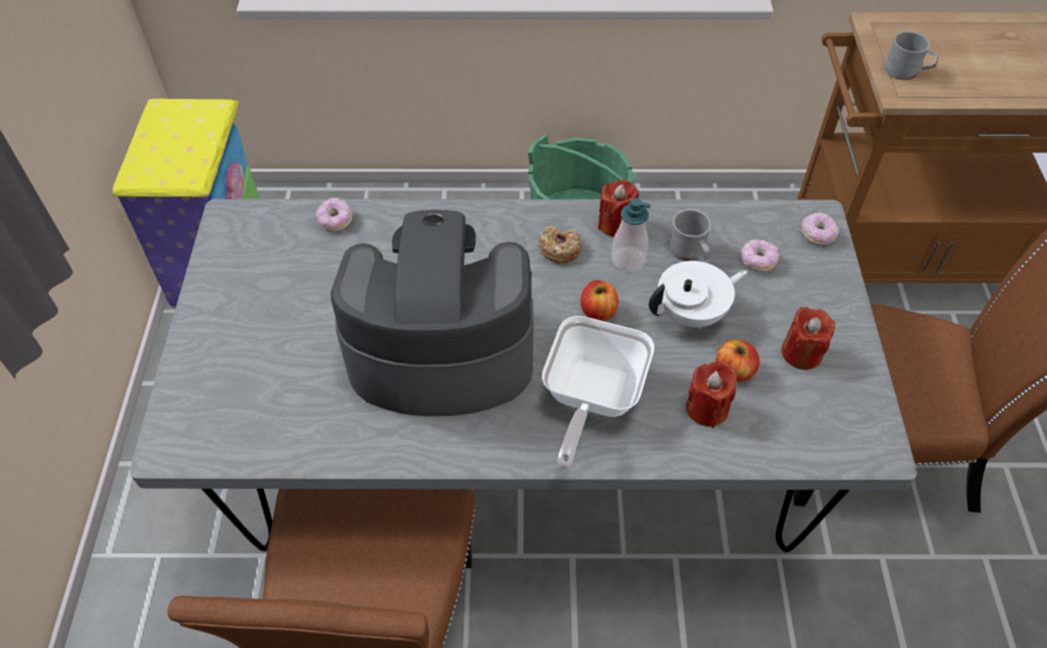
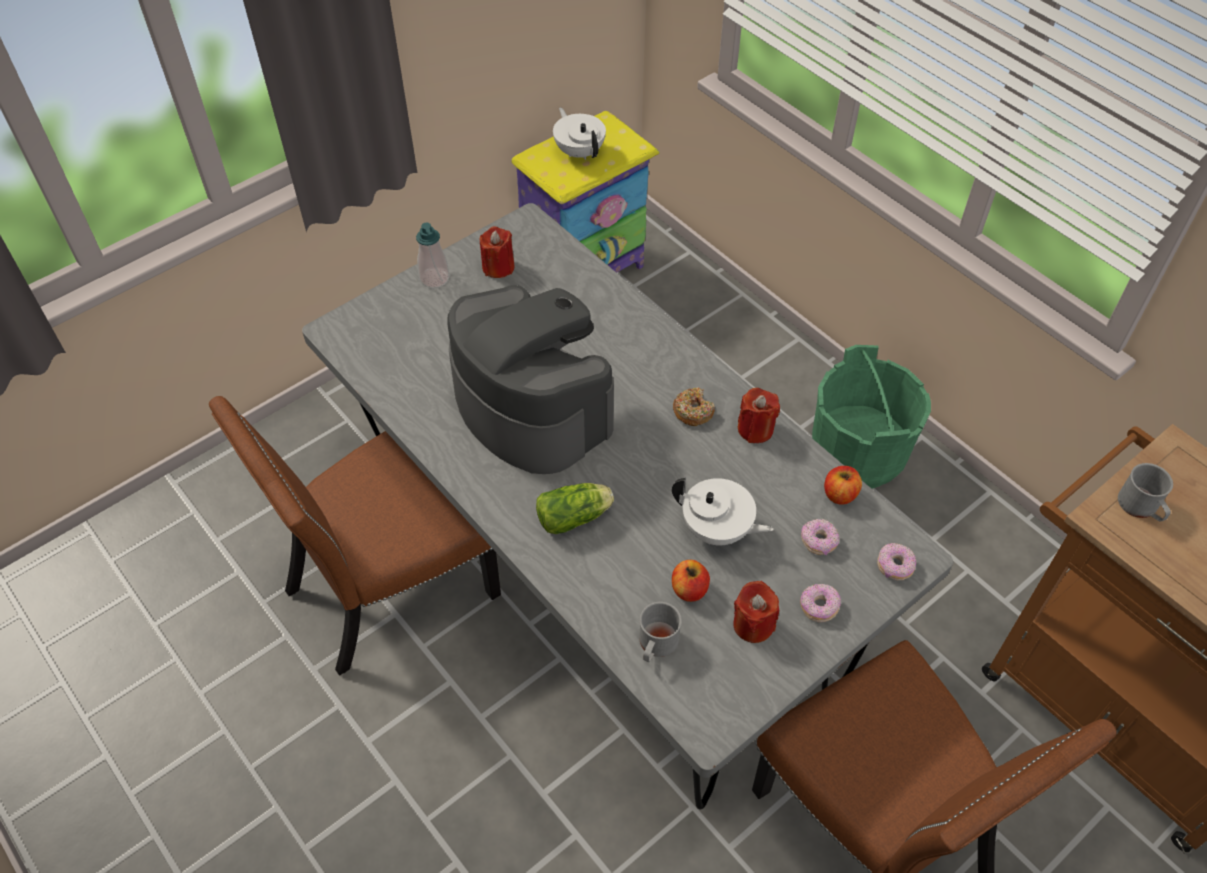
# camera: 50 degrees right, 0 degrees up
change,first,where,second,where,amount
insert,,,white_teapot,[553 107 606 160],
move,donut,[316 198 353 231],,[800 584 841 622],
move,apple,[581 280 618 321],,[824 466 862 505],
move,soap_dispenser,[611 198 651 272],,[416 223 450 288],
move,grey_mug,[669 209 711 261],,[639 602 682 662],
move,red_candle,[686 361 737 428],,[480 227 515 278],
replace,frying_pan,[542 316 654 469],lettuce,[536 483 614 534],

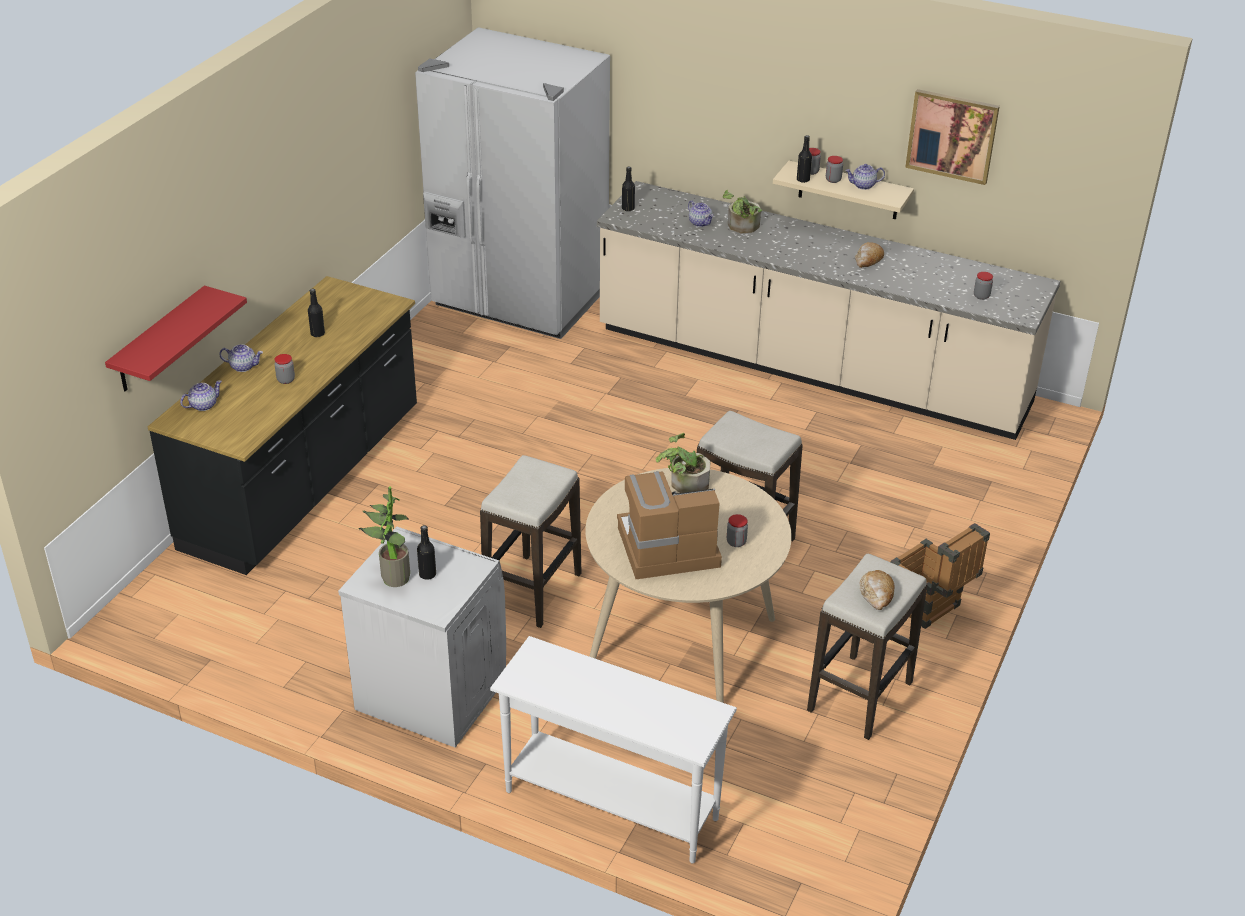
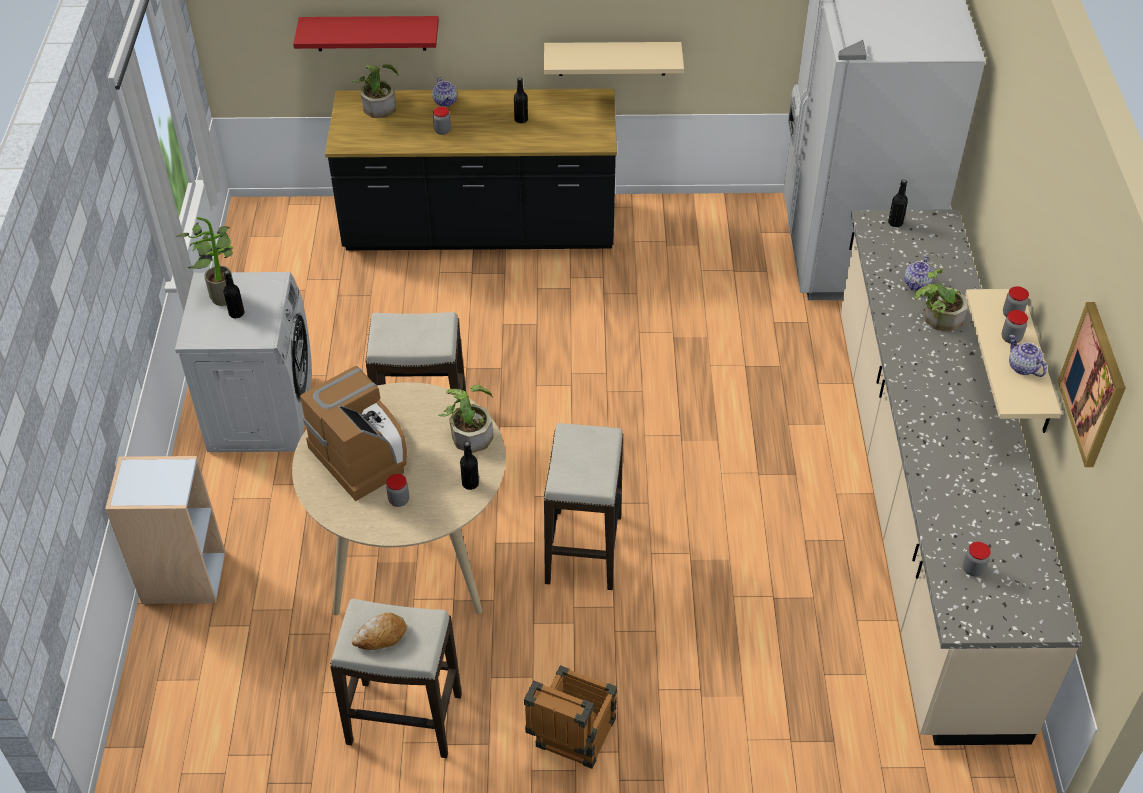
# camera: 65 degrees right, 10 degrees up
change,first,where,second,where,amount
delete,bread,[855 242 884 268],,,
insert,,,beige_shelf,[544 42 684 76],
move,black_bottle,[797 135 812 182],,[460 441 479 490],
replace,teapot,[180 380 222 411],potted_plant,[352 64 399 118],
replace,white_console_table,[490 636 737 864],bookcase,[105 456 225 604],

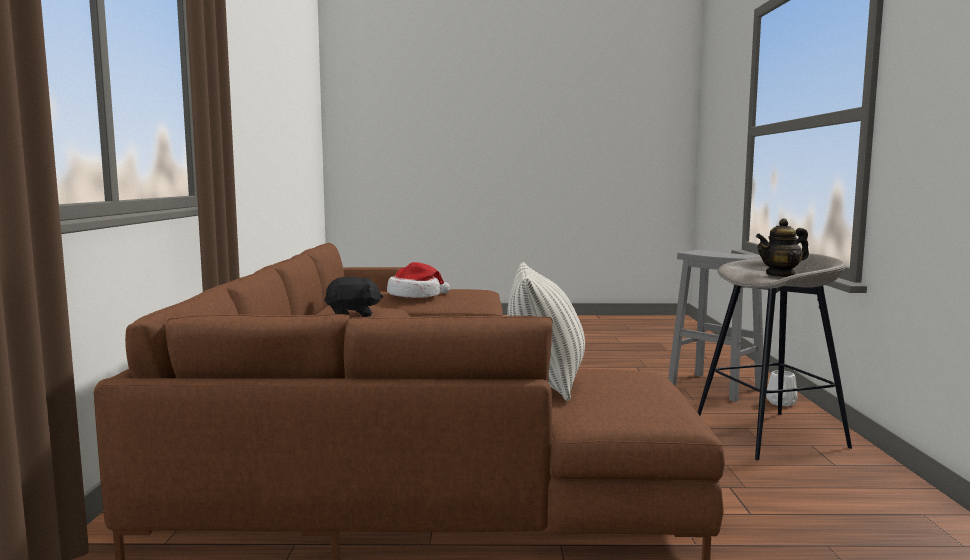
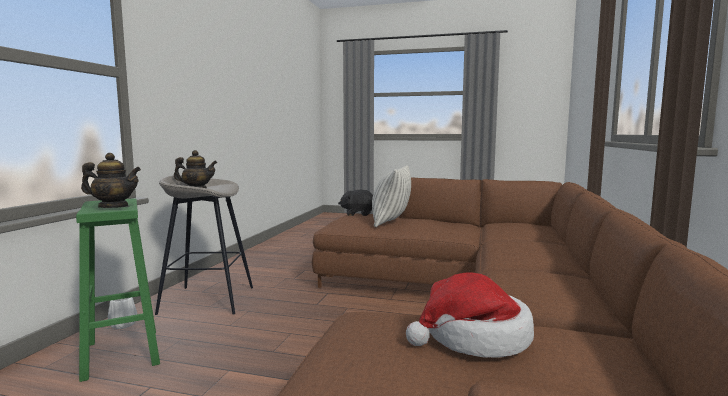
# camera: 165 degrees left, 0 degrees up
change,first,where,second,where,amount
insert,,,teapot,[81 153 141 208],
move,black_plush_toy,[324 277 383 317],,[338 190 373 216],
recolor,grey_stool,[668 250 763 402],green_stool,[76 198 160 382],

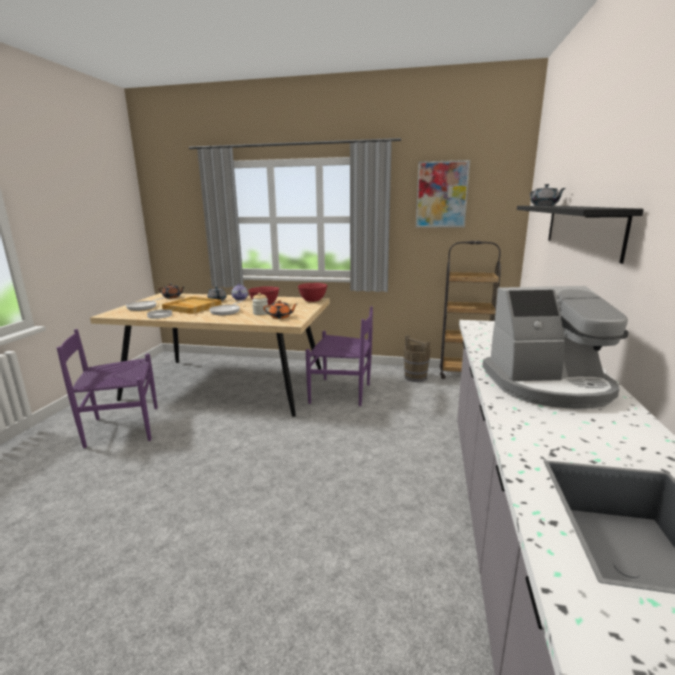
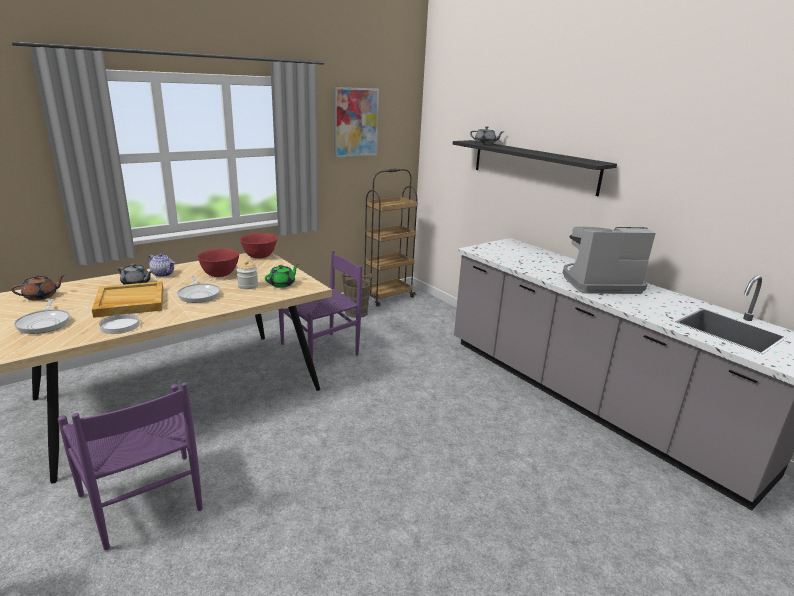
# camera: 50 degrees left, 5 degrees up
change,first,where,second,where,amount
recolor,orange_teapot,[263 300 297 319],green_teapot,[265 264 299 288],
rotate,purple_chair,[57 329 158 448],,[58 383 203 550],60 degrees counterclockwise
rotate,coffee_machine,[482 286 628 409],,[562 227 656 294],135 degrees counterclockwise

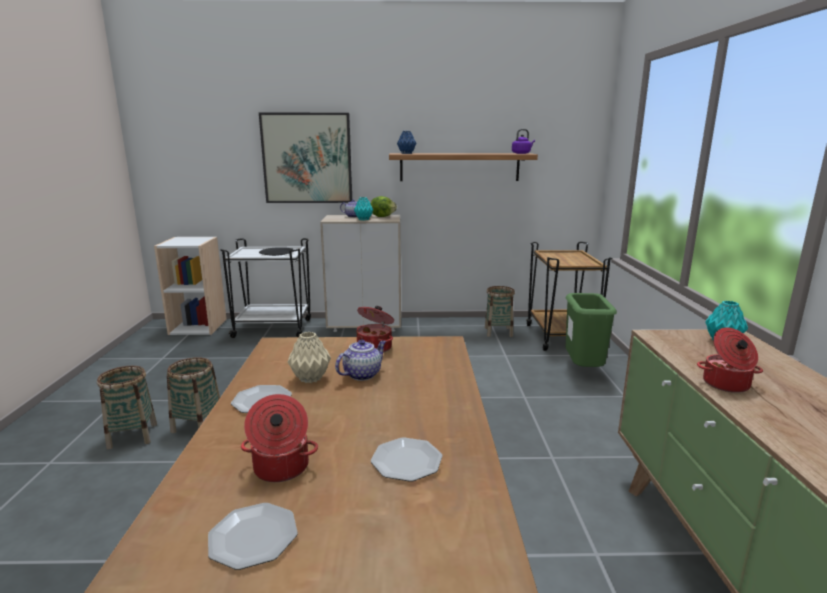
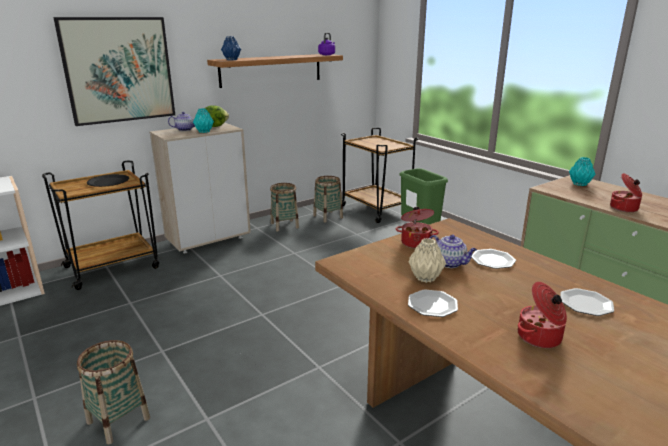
# camera: 35 degrees left, 5 degrees up
change,first,where,second,where,amount
move,basket,[167 357 220 433],,[270 183 299 232],
move,plate,[208 503 298 570],,[471 249 516 269],
recolor,white_cart,[220 238 311 338],brown_cart,[42 161 159 290],
rotate,teapot,[335 339 386 381],,[429 235 477 268],120 degrees clockwise

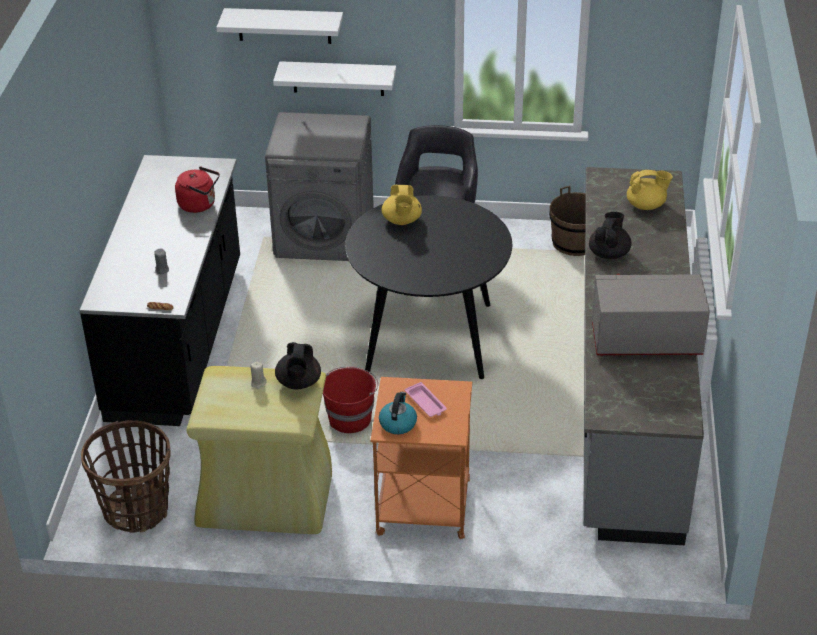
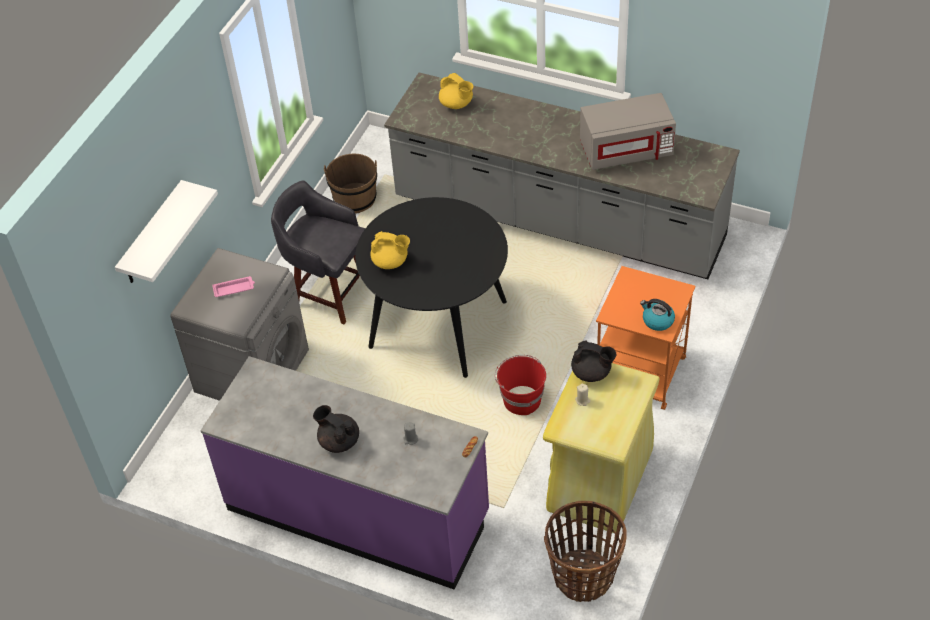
# camera: 70 degrees left, 10 degrees up
change,first,where,second,where,amount
delete,red_kettle,[175 166 220 213],,,
delete,white_shelf,[273 61 396 96],,,
move,pink_tray,[405 382 447 417],,[212 276 255 297],
move,black_teapot,[589 212 631 259],,[313 405 359 453],
recolor,black_counter,[79 155 240 426],purple_counter,[201 356 489 590],
rotate,grey_microwave,[592 273 710 356],,[580 93 676 170],120 degrees counterclockwise
rotate,yellow_teapot,[627 170 673 210],,[439 73 473 109],120 degrees clockwise

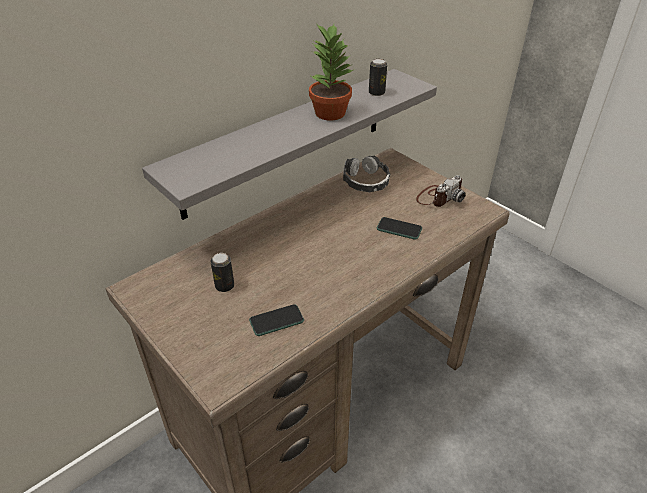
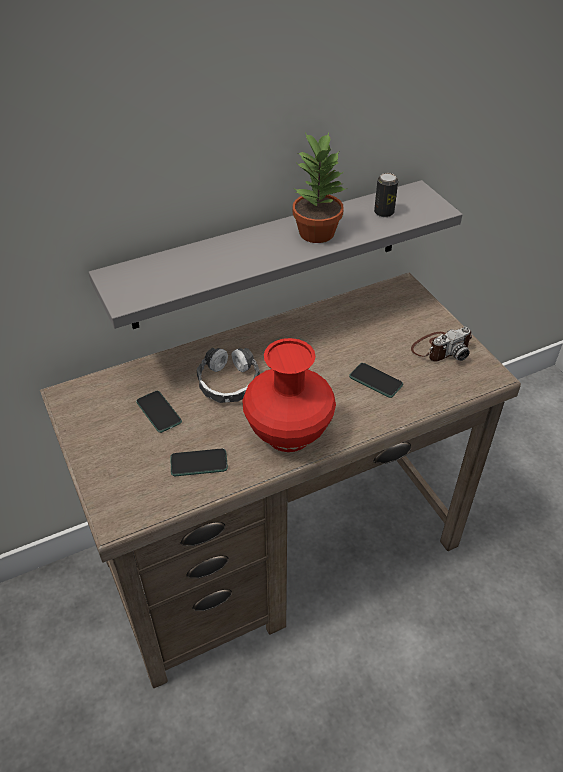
# camera: 15 degrees right, 5 degrees up
change,first,where,second,where,amount
insert,,,red_vase,[242 338 336 452],
move,headphones,[343 155 390 192],,[197 348 260 403],
replace,can,[211 253 234 292],phone,[136 391 182 433],

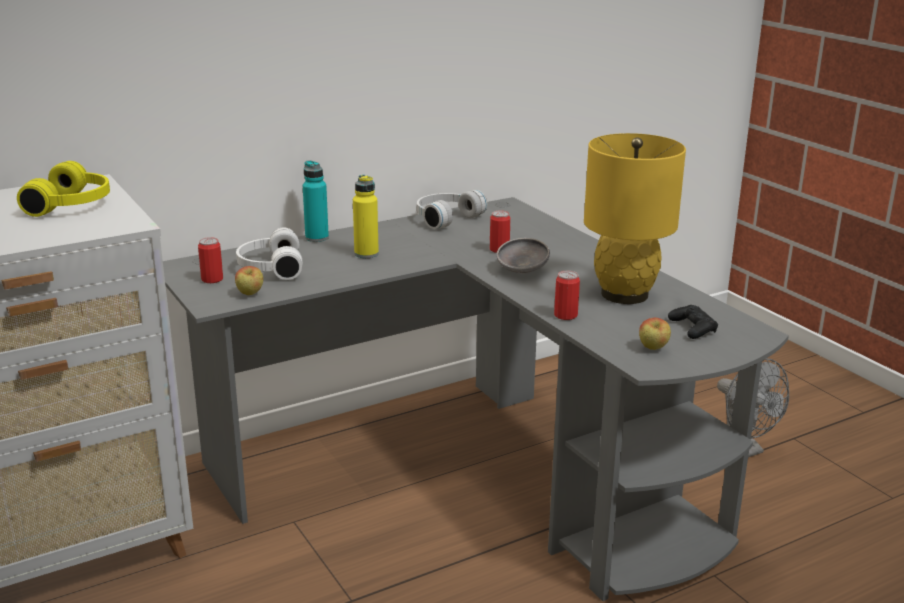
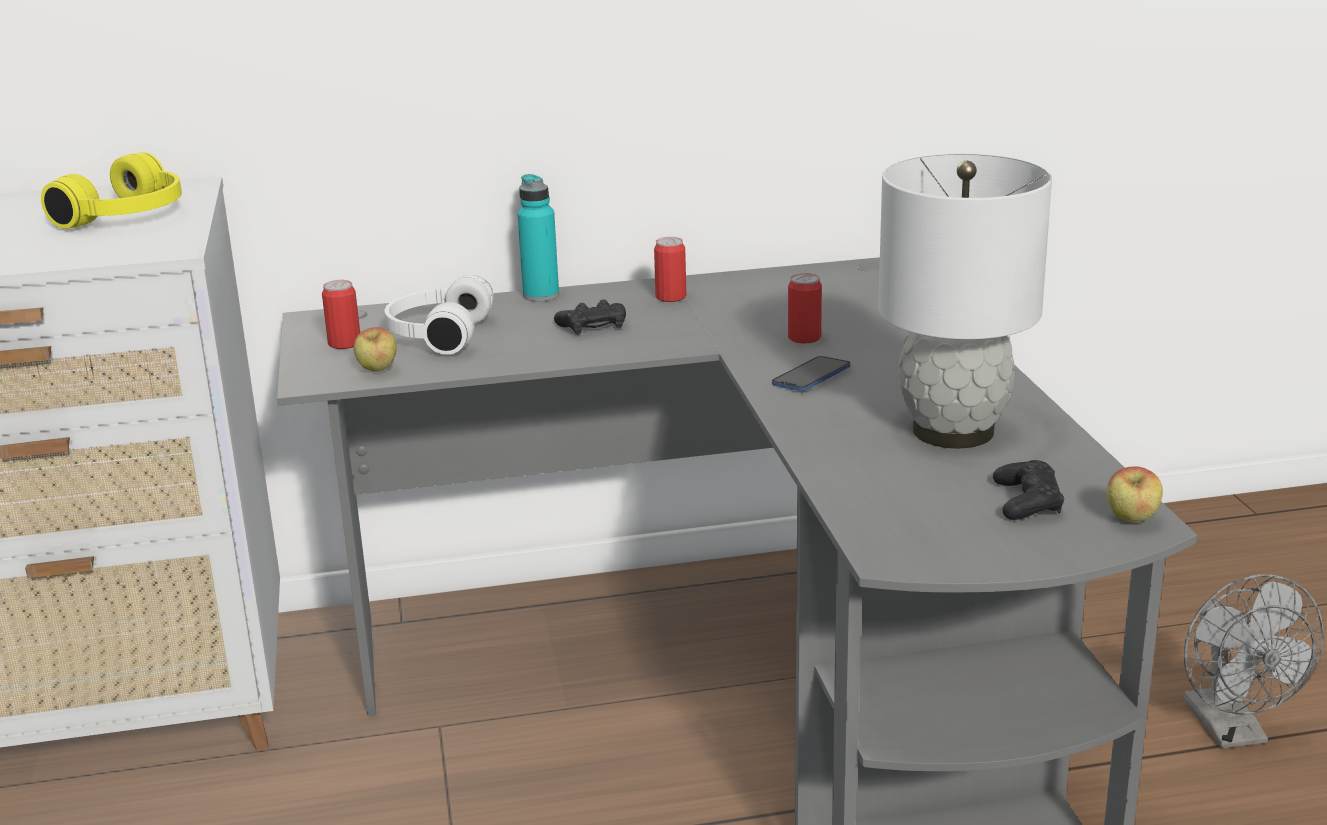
# camera: 20 degrees right, 0 degrees up
change,first,where,second,where,amount
delete,white_headphones,[417 190 487 229],,,
move,can,[554 271 580 320],,[654 237 686 302],
move,apple,[639 318 671 350],,[1106 466 1163 523],
replace,yellow_bottle,[353 175 379 258],black_game_controller,[554 299 626 335],
replace,grey_bowl,[496 238 550 273],phone,[772 356 850 391],
recolor,yellow_table_lamp,[584 133 686 304],white_table_lamp,[878 154 1052 448],

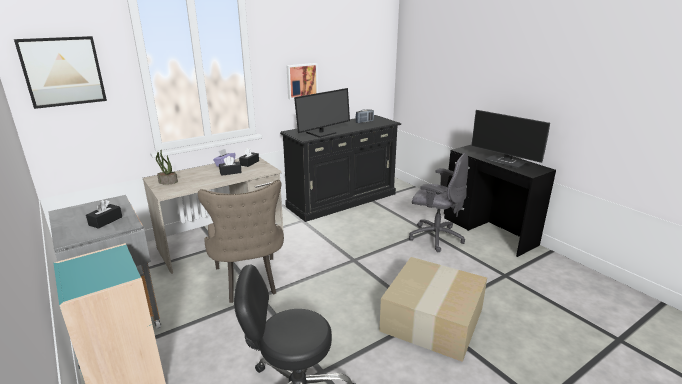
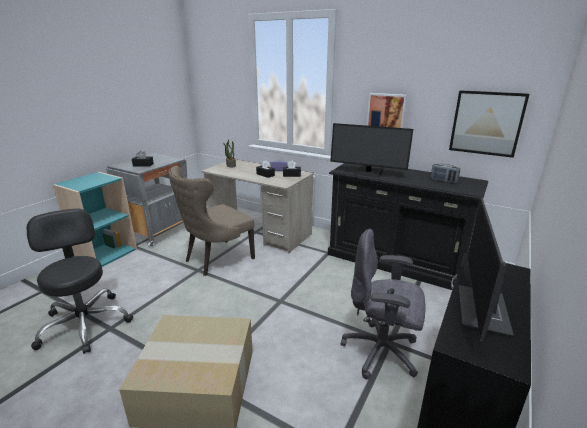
# camera: 65 degrees right, 0 degrees up
change,first,where,second,where,amount
move,picture,[14 36 107 109],,[449 90 529 158],
rotate,grey_office_chair,[409 153 468 252],,[341 229 425 380],105 degrees clockwise

